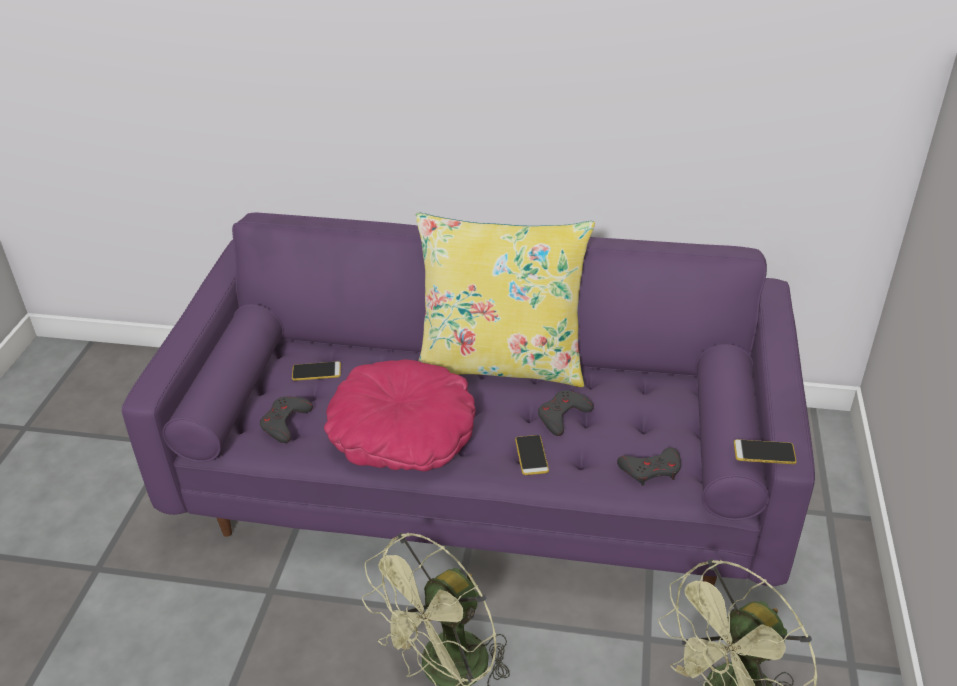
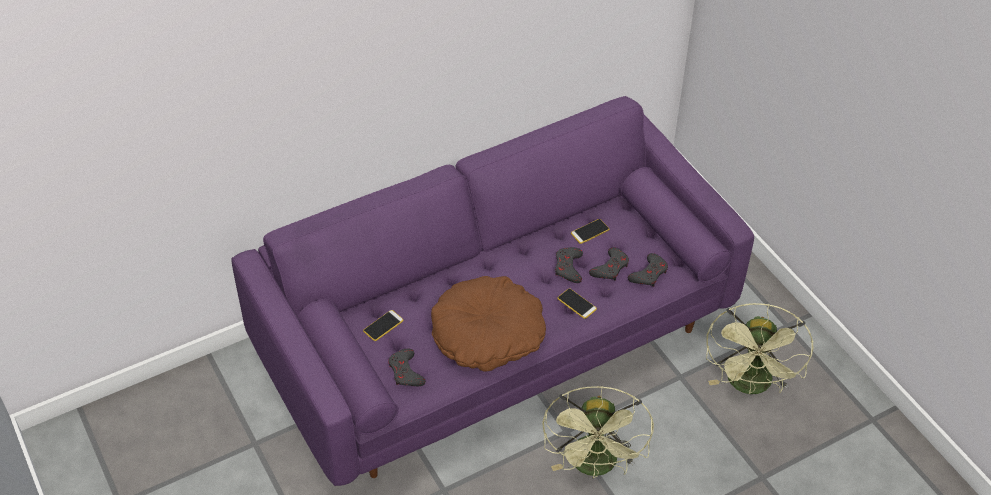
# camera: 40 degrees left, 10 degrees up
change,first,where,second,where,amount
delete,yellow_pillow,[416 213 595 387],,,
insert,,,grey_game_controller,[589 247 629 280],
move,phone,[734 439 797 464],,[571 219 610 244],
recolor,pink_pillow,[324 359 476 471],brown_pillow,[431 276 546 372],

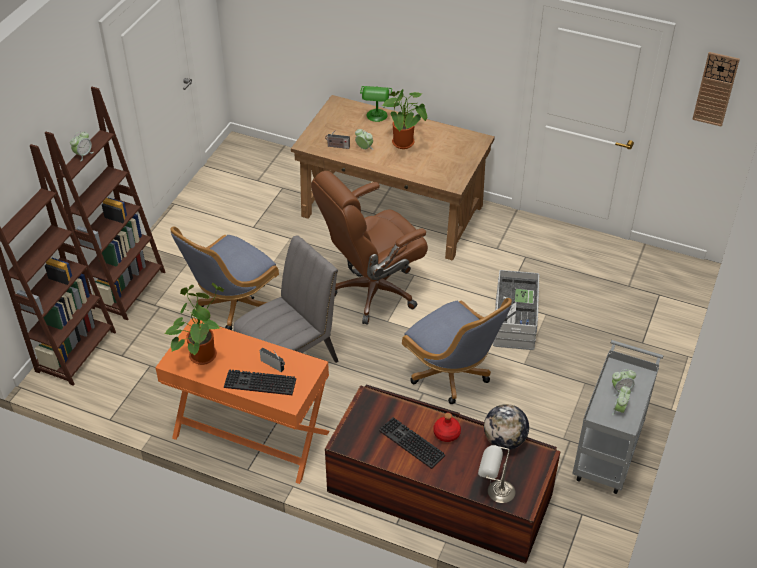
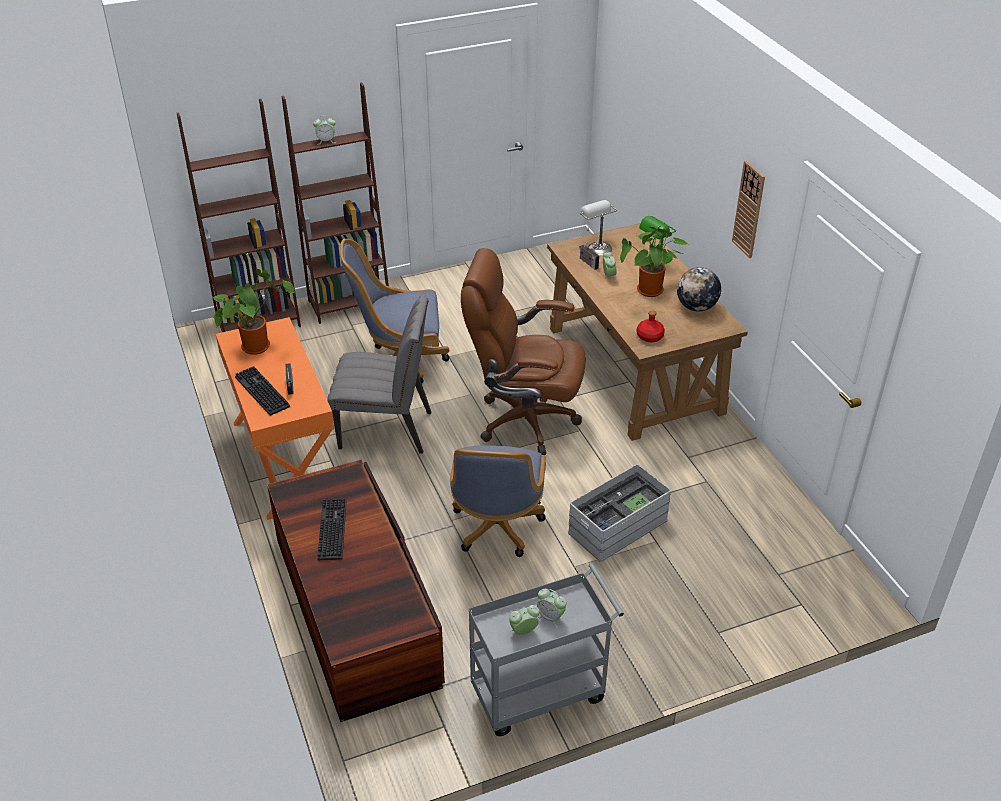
# camera: 45 degrees right, 5 degrees down
change,first,where,second,where,amount
move,red_bottle,[433 413 461 442],,[637 311 665 342],
move,white_table_lamp,[478 445 516 503],,[580 200 617 255],
move,globe,[484 404 529 450],,[677 267 721 311],
move,wall_clock,[692 52 740 127],,[732 160 765 258],

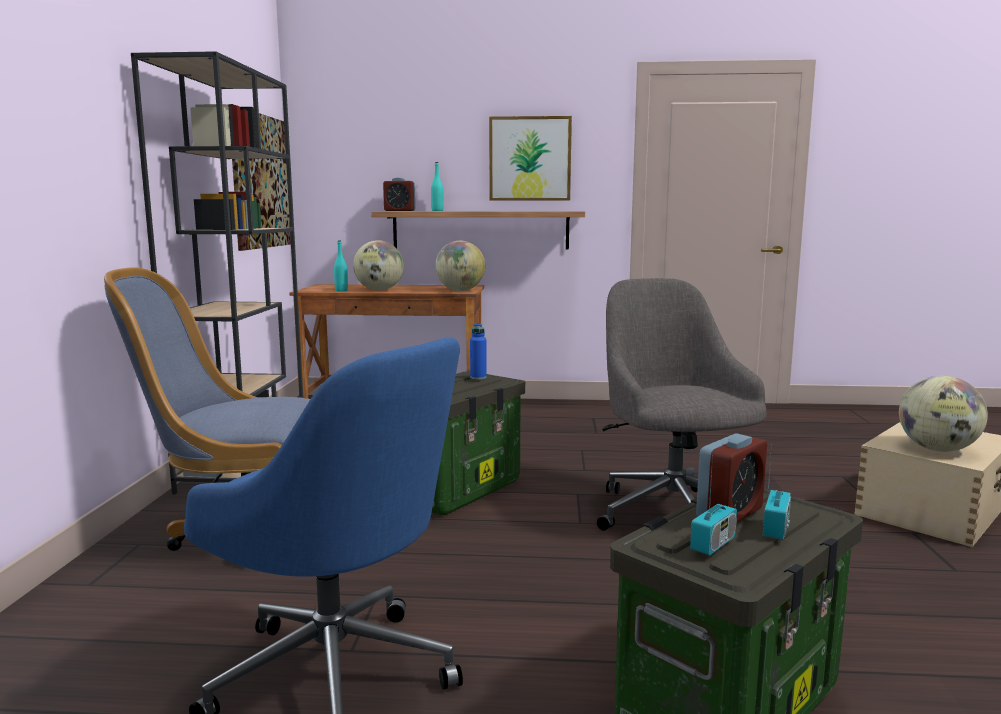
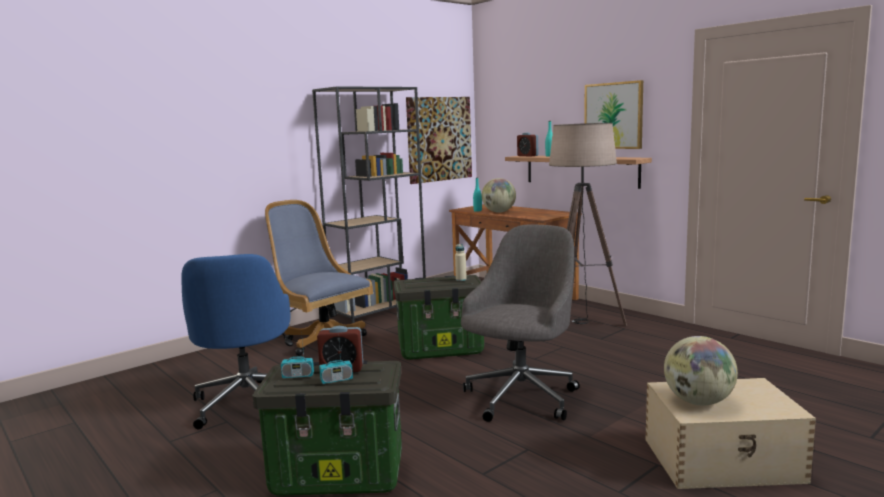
# camera: 45 degrees right, 0 degrees up
change,first,where,second,where,amount
delete,globe,[435 241 485 291],,,
insert,,,floor_lamp,[549 123 627 327],
recolor,blue_bottle,[470 323 487 380],beige_bottle,[455 244 467 281],

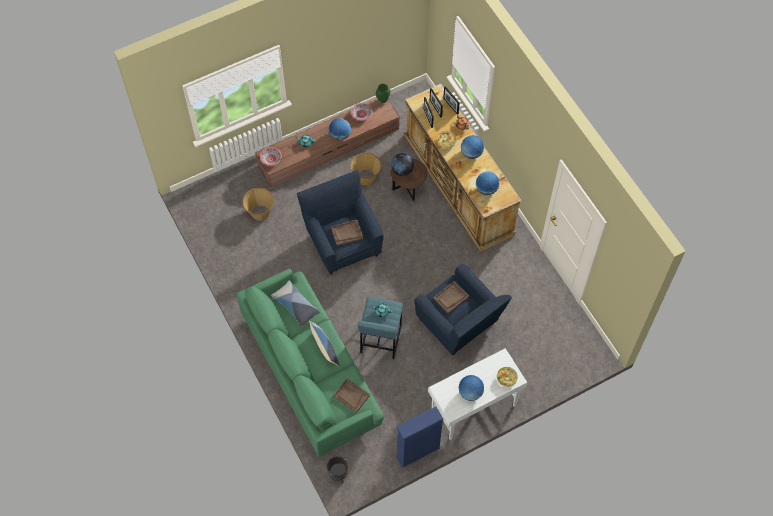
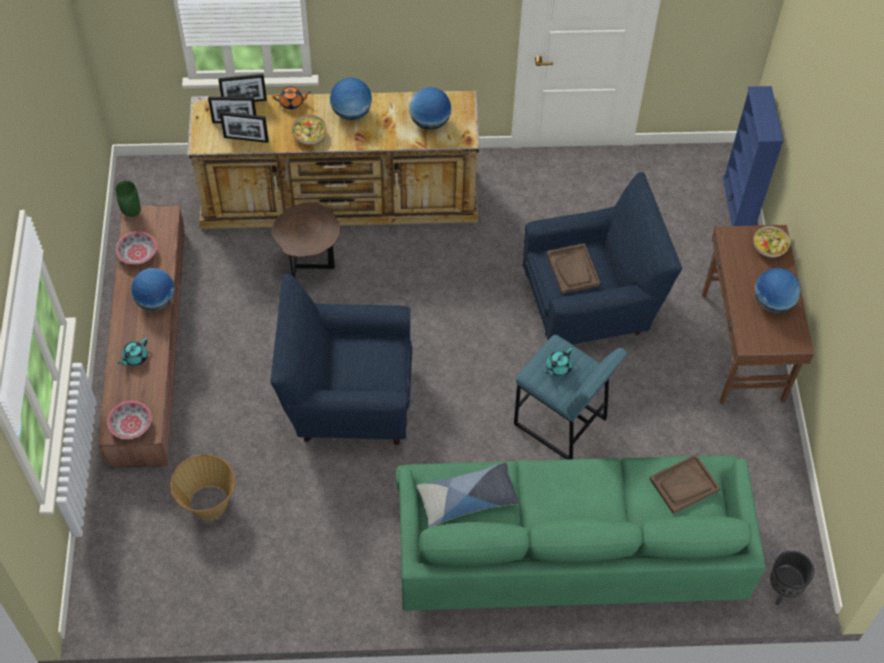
# camera: 65 degrees left, 5 degrees down
change,first,where,second,where,amount
delete,pillow,[309 321 340 367],,,
delete,brown_tray,[331 220 363 246],,,
delete,basket,[350 152 381 185],,,
delete,globe,[391 153 414 176],,,
move,blue_bookcase,[396 407 443 467],,[723 86 784 226],
recolor,white_console_table,[428 348 527 440],brown_console_table,[702 225 814 404],

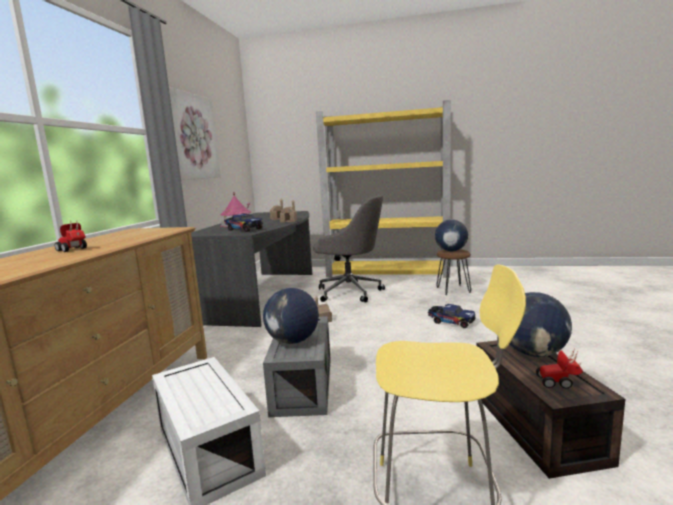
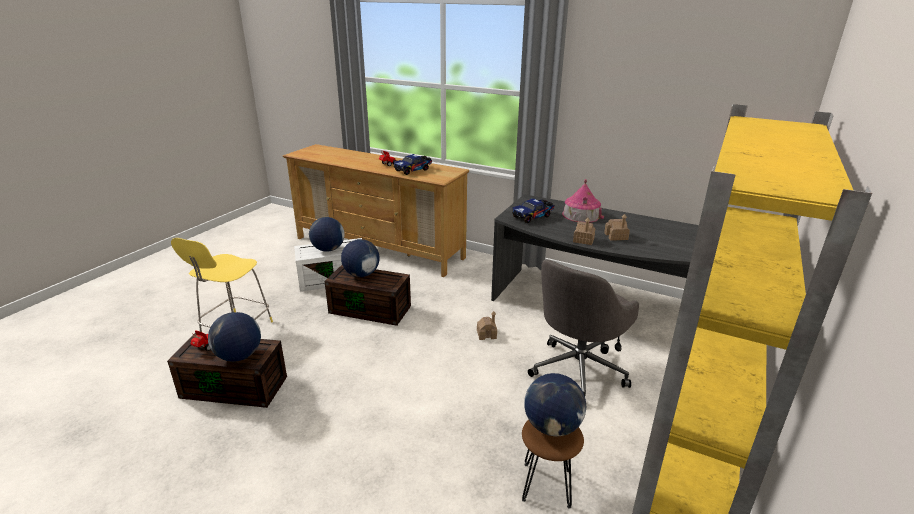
# camera: 105 degrees right, 15 degrees up
change,first,where,second,where,amount
delete,picture,[169 87 221 180],,,
insert,,,globe,[309 217 345 252],
move,toy_truck,[428 304 476 328],,[394 154 432 175],
recolor,grey_storage_box,[263 316 331 417],brown_storage_box,[324 265 411 326],

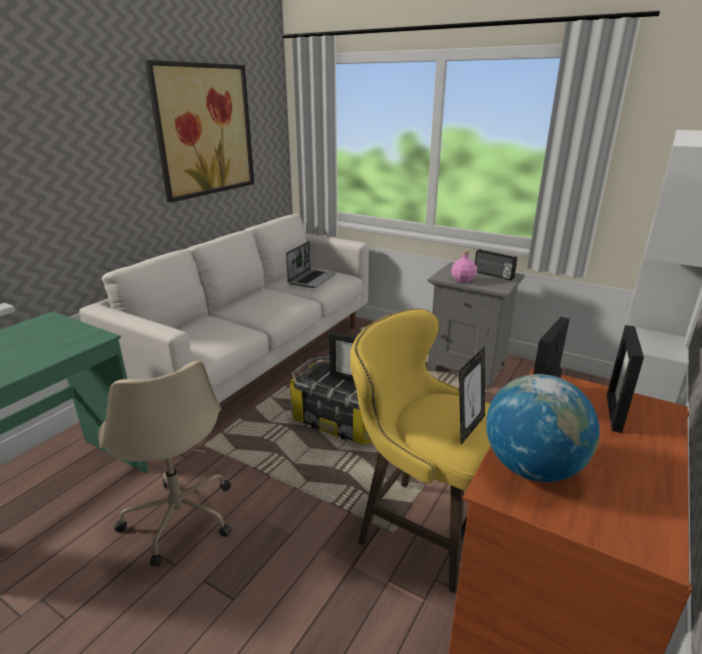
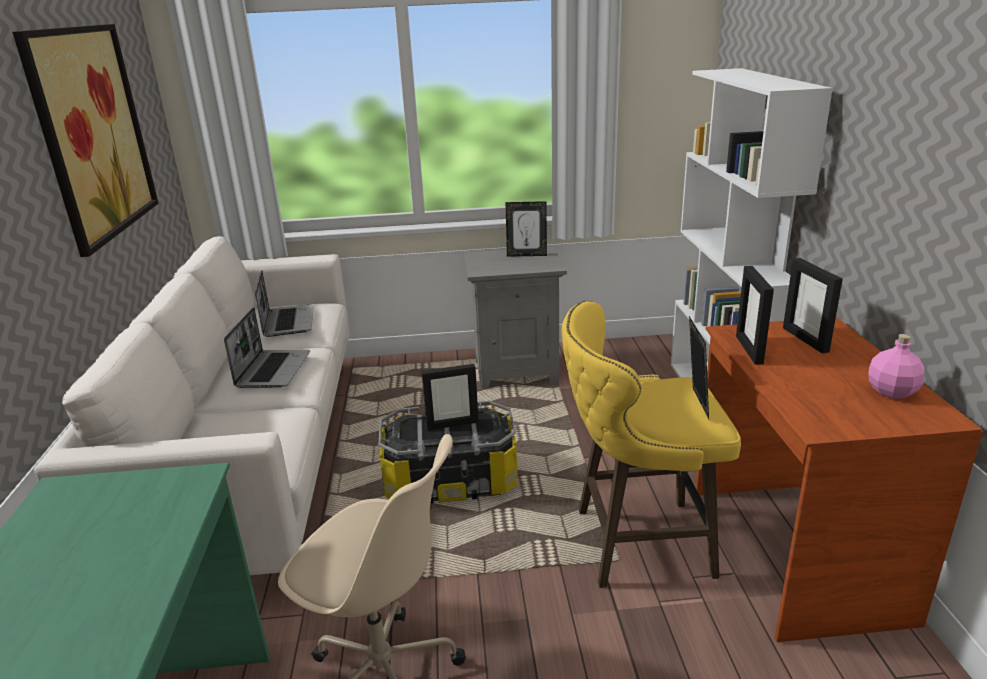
# camera: 35 degrees left, 0 degrees up
change,first,where,second,where,amount
delete,globe,[486 374 599 482],,,
insert,,,laptop,[224 307 310 388],
move,pink_bottle,[451 250 477 283],,[868 334 924 399],
replace,radio,[475 249 517 280],picture_frame,[505 201 547 257],

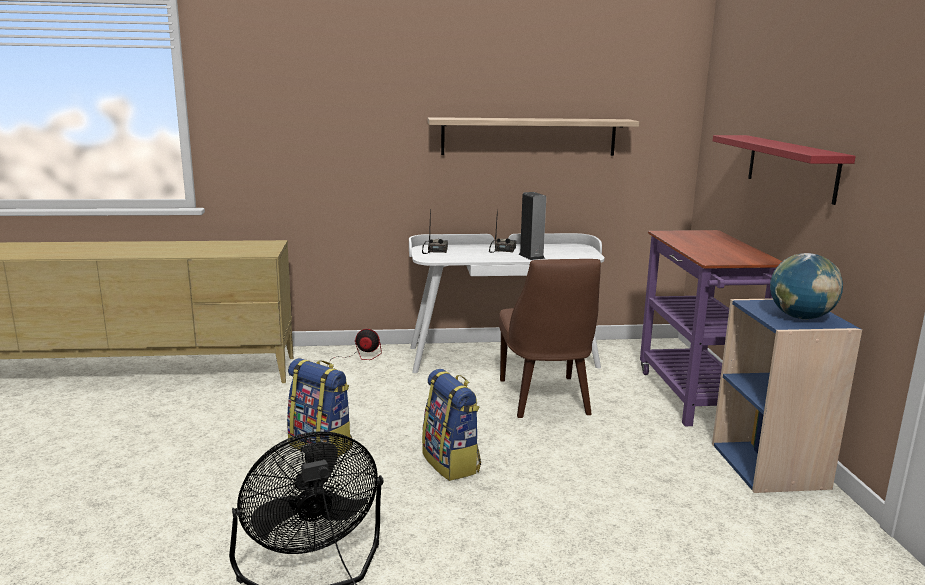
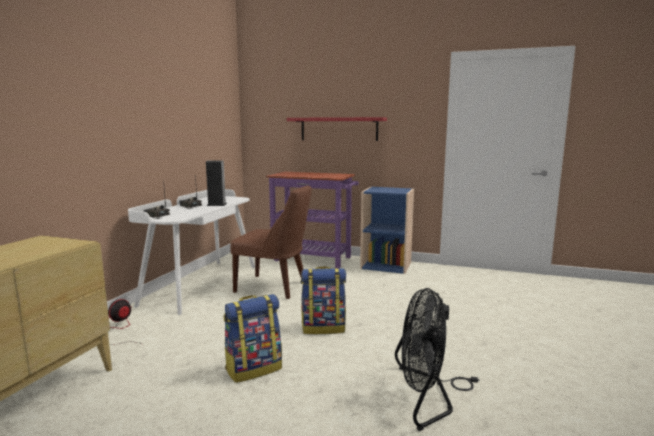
# camera: 65 degrees left, 5 degrees down
change,first,where,second,where,amount
delete,shelf,[428 117 639 156],,,
delete,globe,[770 253 843 320],,,

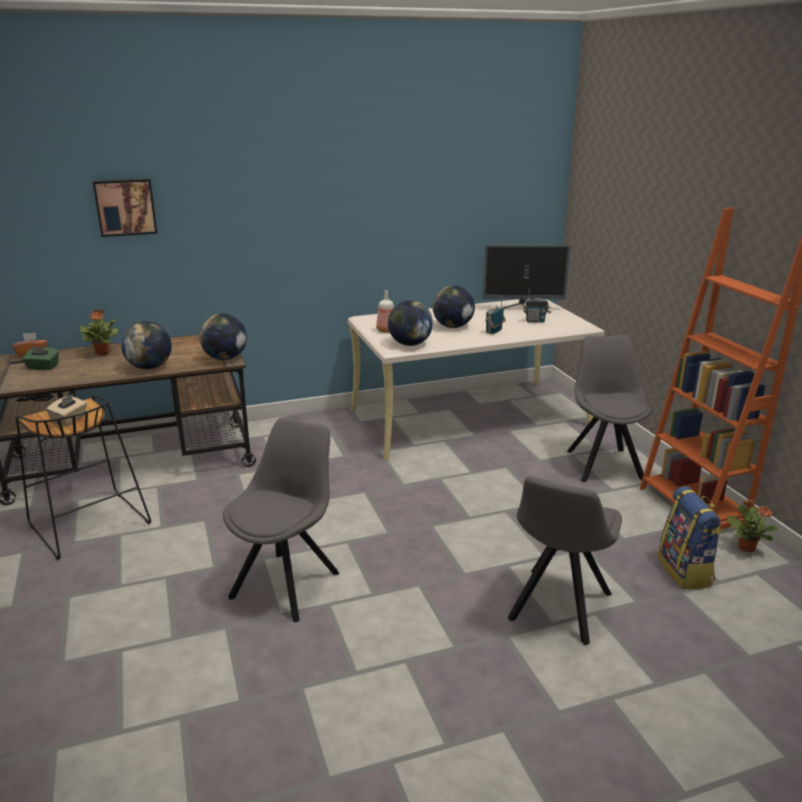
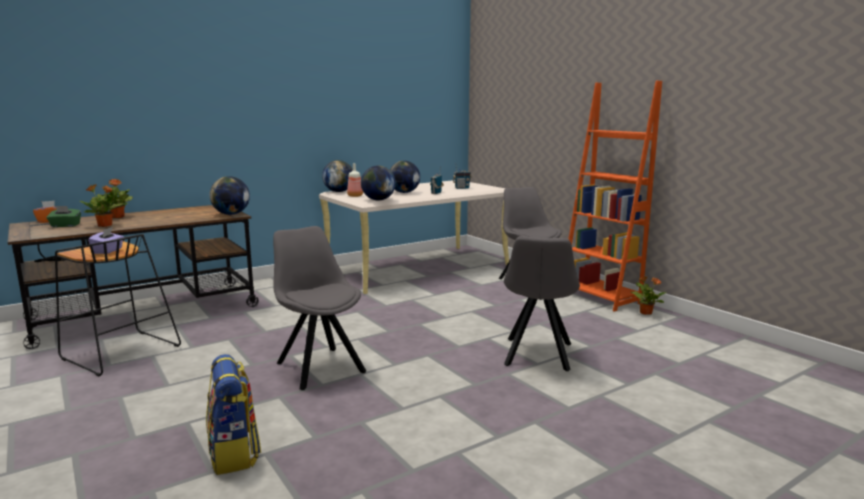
# camera: 15 degrees left, 10 degrees down
change,first,where,second,where,amount
delete,picture,[93 179 157 237],,,
delete,monitor,[483 245 571 313],,,
insert,,,potted_plant,[80 184 123 227],
move,globe,[121 321 172 369],,[322 160 353 192],
move,backpack,[658 486 722 589],,[206 354 261 475],
recolor,beige_tissue_box,[46 393 87 426],purple_tissue_box,[88 227 124 254],
rotate,grey_chair,[223 417 339 622],,[273 226 366 390],45 degrees counterclockwise

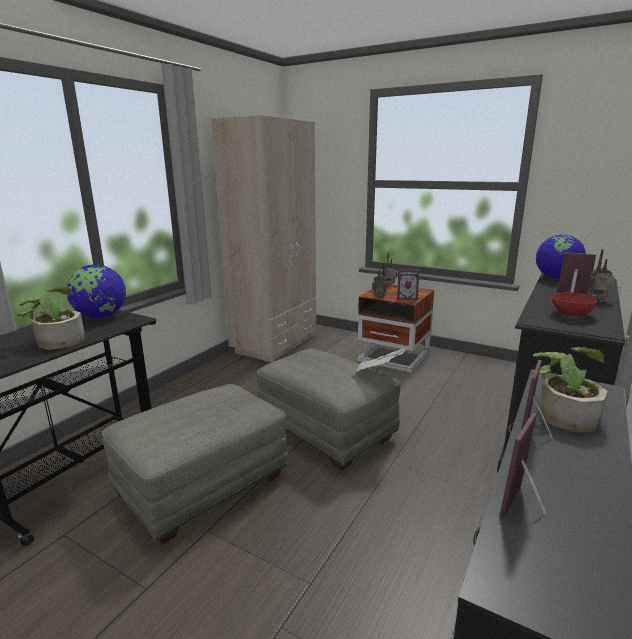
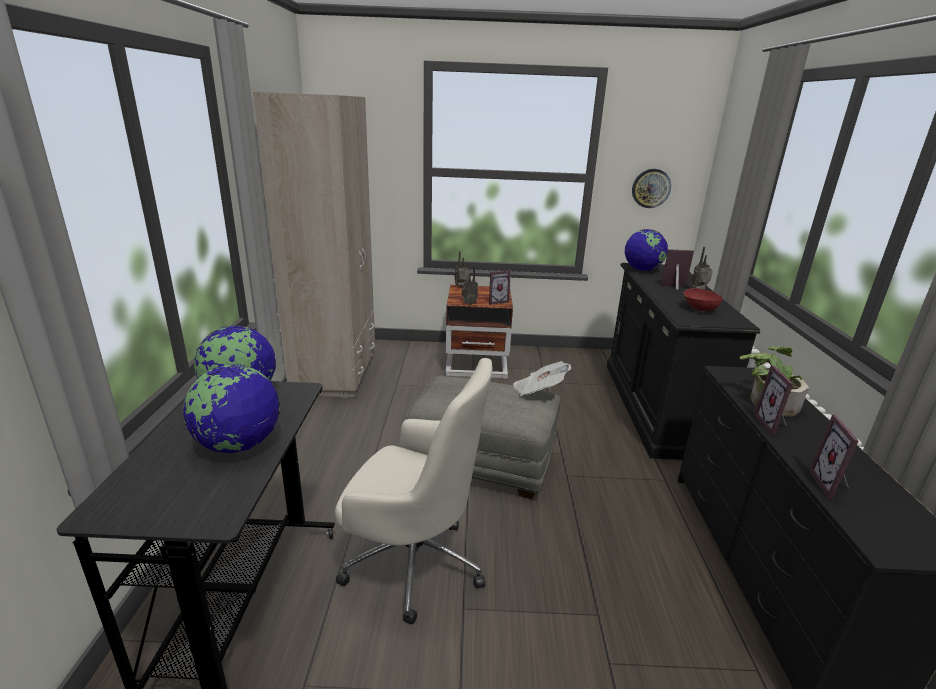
# camera: 30 degrees left, 5 degrees up
change,first,where,second,where,amount
insert,,,wall_clock,[632 169 671 208],
replace,potted_plant,[17 286 85 350],globe,[183 364 280 453],
replace,grey_ottoman,[102 384 288 545],beige_office_chair,[335 358 492 625],

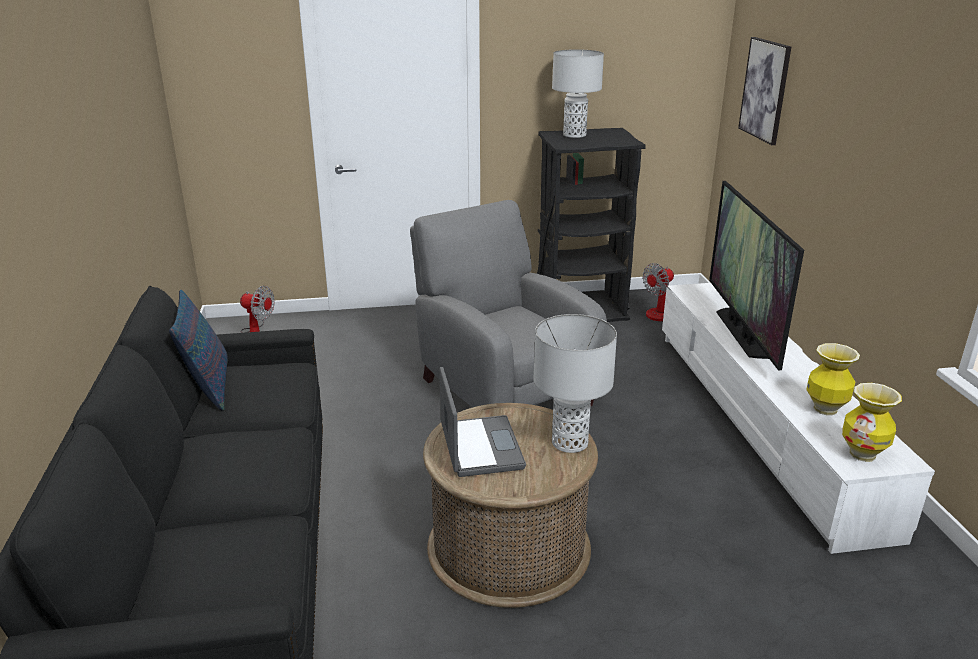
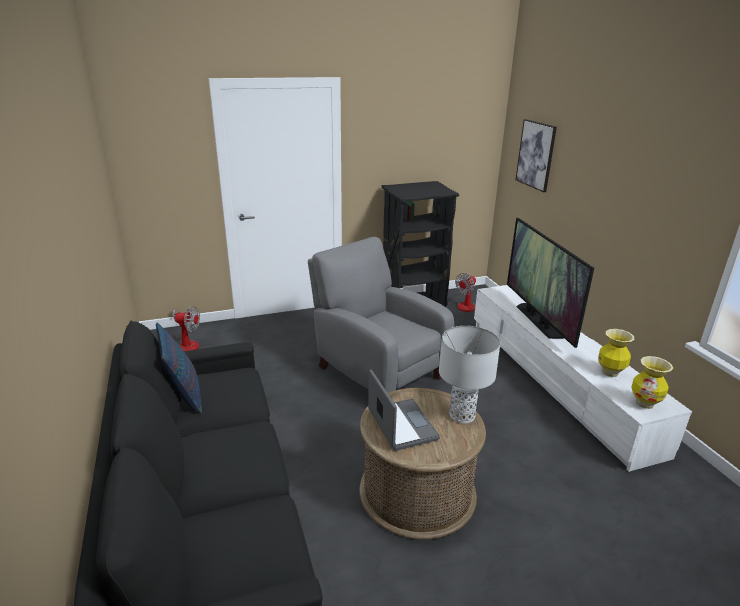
# camera: 10 degrees left, 0 degrees up
change,first,where,second,where,amount
delete,white_table_lamp,[552 49 604 138],,,

